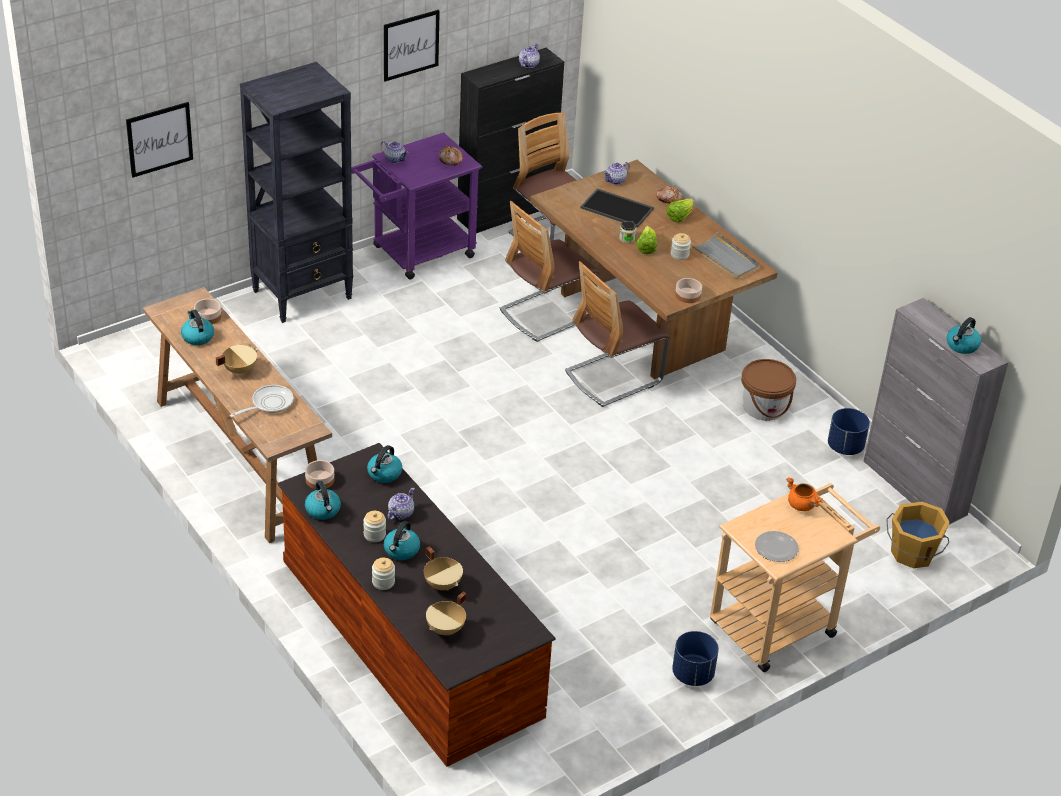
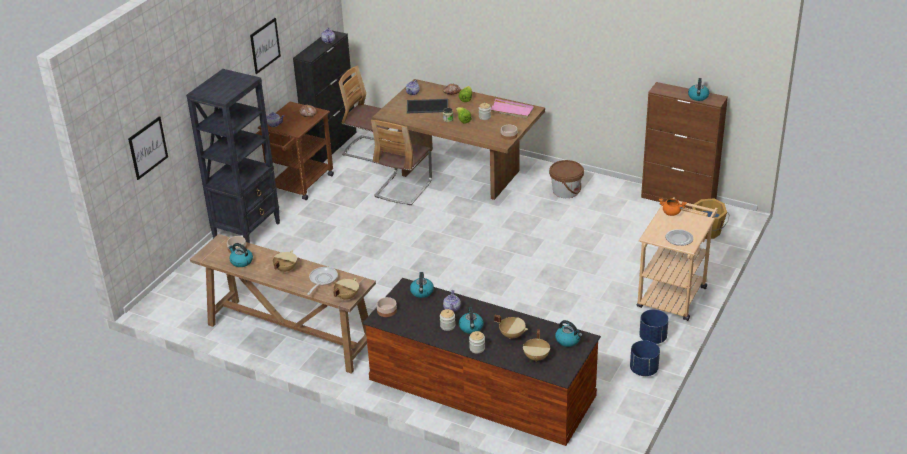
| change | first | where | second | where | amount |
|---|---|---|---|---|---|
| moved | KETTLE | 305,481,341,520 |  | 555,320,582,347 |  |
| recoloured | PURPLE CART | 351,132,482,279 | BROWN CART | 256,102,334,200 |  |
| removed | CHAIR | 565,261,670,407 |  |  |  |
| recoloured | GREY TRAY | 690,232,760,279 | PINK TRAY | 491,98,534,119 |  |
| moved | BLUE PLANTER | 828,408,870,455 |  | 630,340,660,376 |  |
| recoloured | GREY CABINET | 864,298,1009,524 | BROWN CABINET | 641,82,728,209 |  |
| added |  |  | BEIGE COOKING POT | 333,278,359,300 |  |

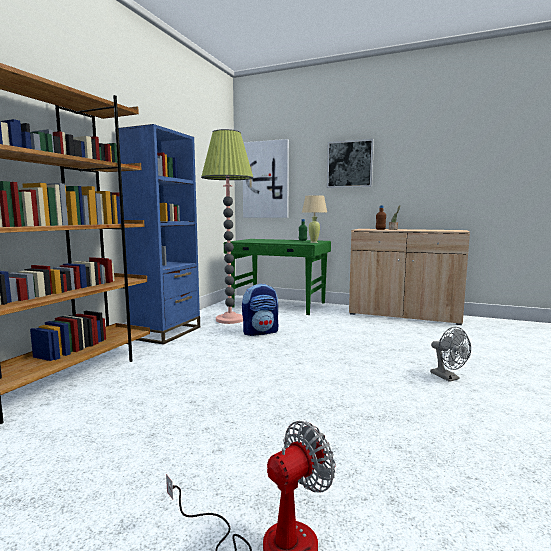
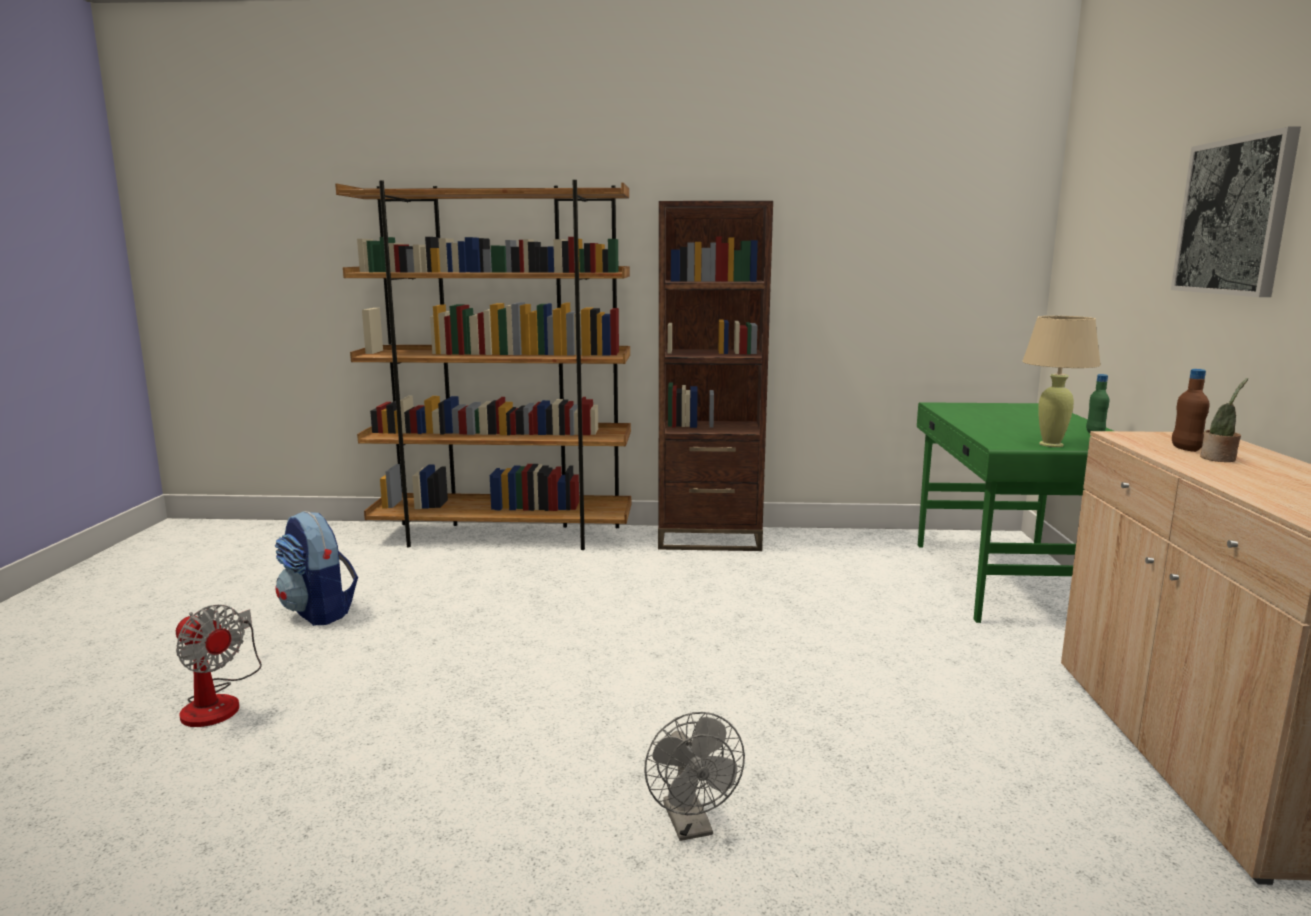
| change | first | where | second | where | amount |
|---|---|---|---|---|---|
| recoloured | BLUE BOOKCASE | 119,124,200,345 | BROWN BOOKCASE | 658,201,773,551 |  |
| removed | FLOOR LAMP | 201,129,253,324 |  |  |  |
| moved | BACKPACK | 242,284,279,336 |  | 275,511,358,626 |  |
| removed | PICTURE | 243,139,289,218 |  |  |  |
| turned | GREY FAN | 430,327,471,382 |  | 644,712,745,841 | 60 degrees counterclockwise |

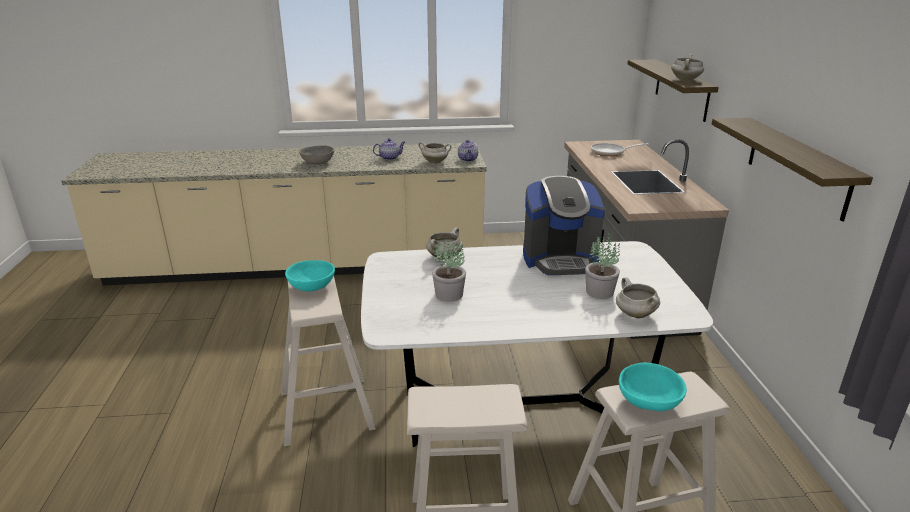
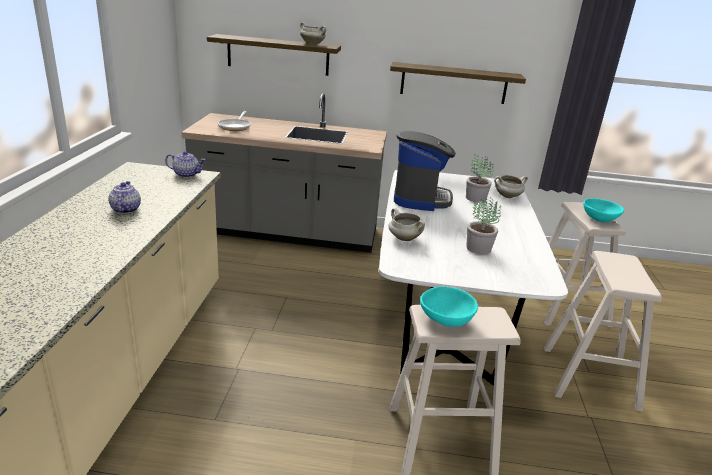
| change | first | where | second | where | amount |
|---|---|---|---|---|---|
| removed | GREY BOWL | 299,145,334,165 |  |  |  |
| removed | WHITE COOKING POT | 418,142,452,164 |  |  |  |

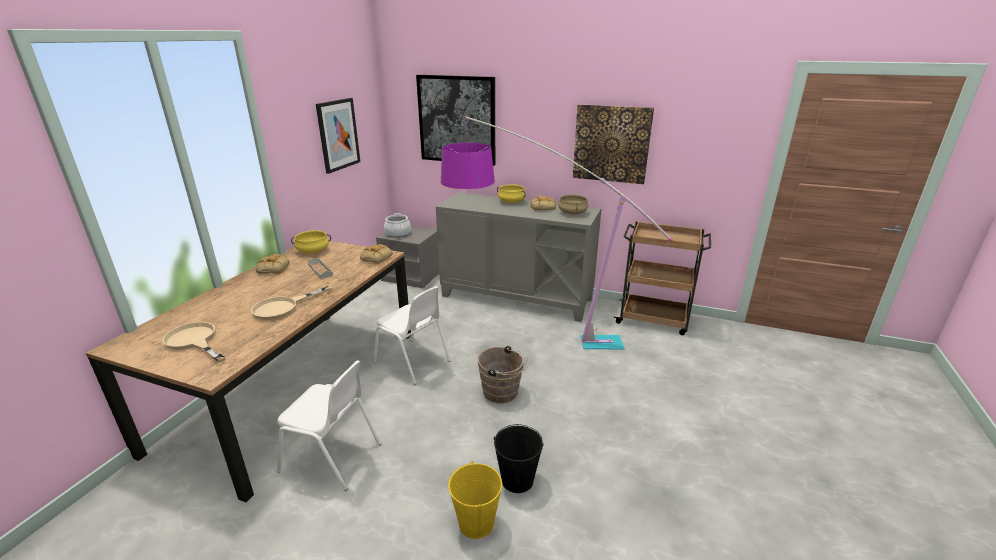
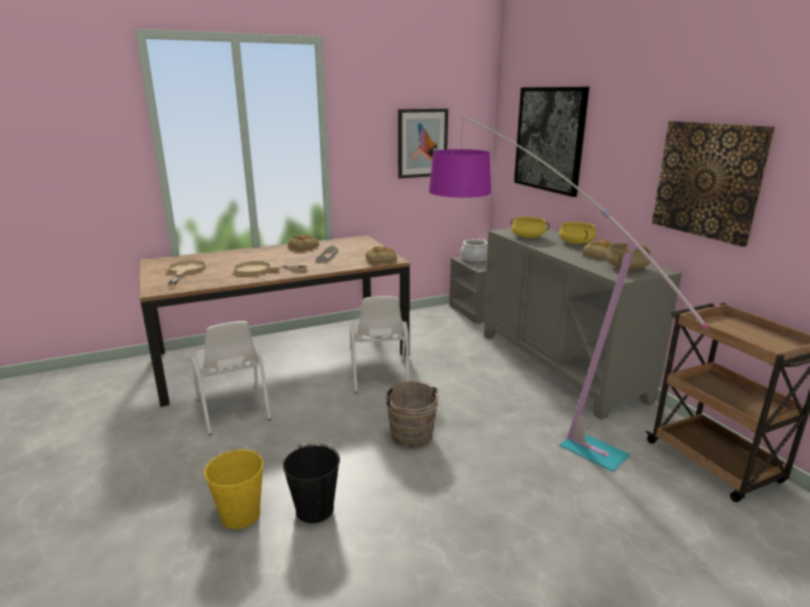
| change | first | where | second | where | amount |
|---|---|---|---|---|---|
| moved | YELLOW COOKING POT | 291,230,331,253 |  | 511,217,550,238 |  |

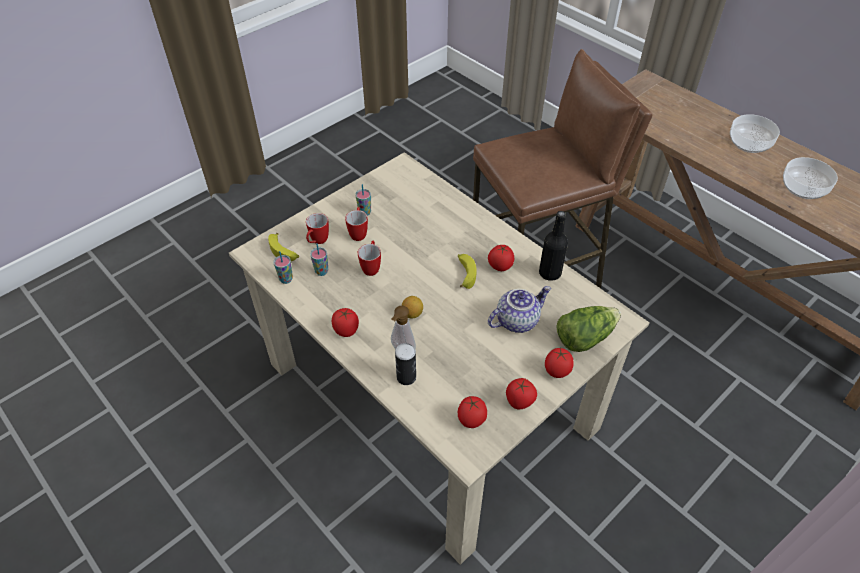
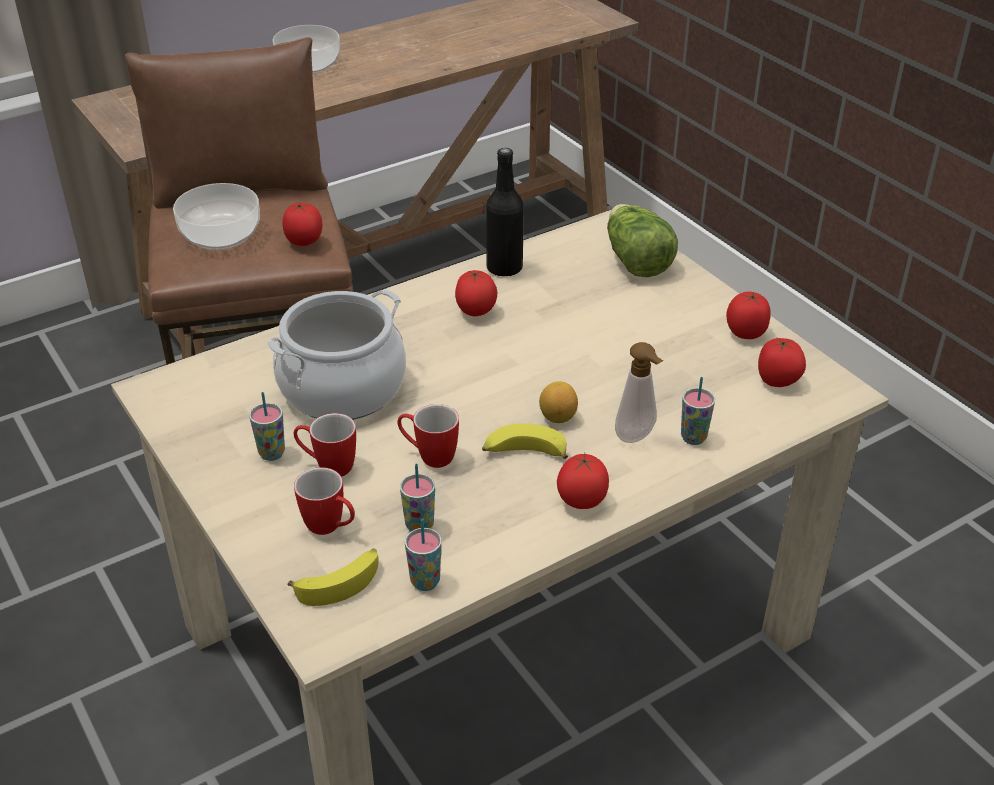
| change | first | where | second | where | amount |
|---|---|---|---|---|---|
| replaced | CAN | 395,343,416,385 | CUP | 681,377,715,445 |  |
| moved | BANANA | 458,254,477,289 |  | 482,423,568,459 |  |
| removed | TEAPOT | 488,286,551,333 |  |  |  |
| moved | TOMATO | 545,348,574,378 |  | 282,202,322,246 |  |
| moved | BOWL | 783,157,838,199 |  | 173,183,260,250 |  |
| added |  |  | COOKING POT | 268,289,406,420 |  |

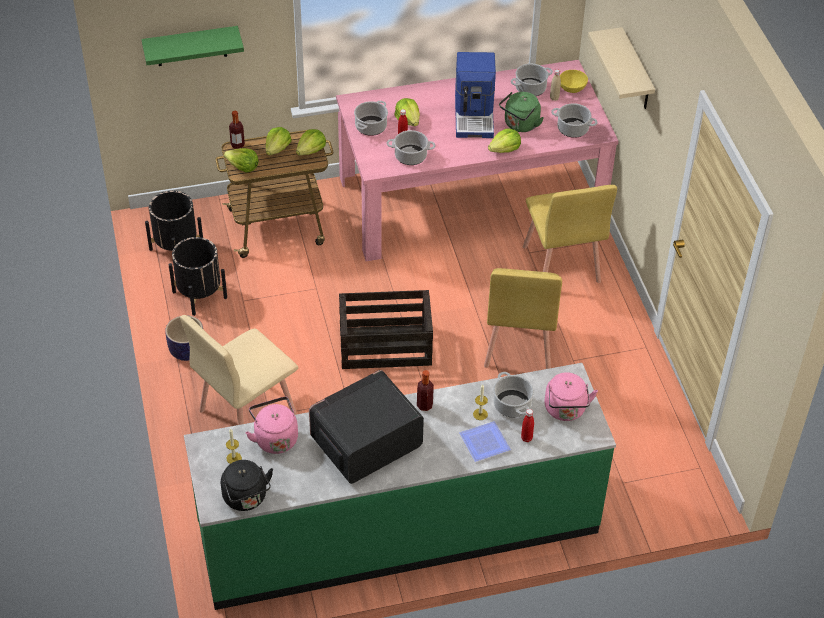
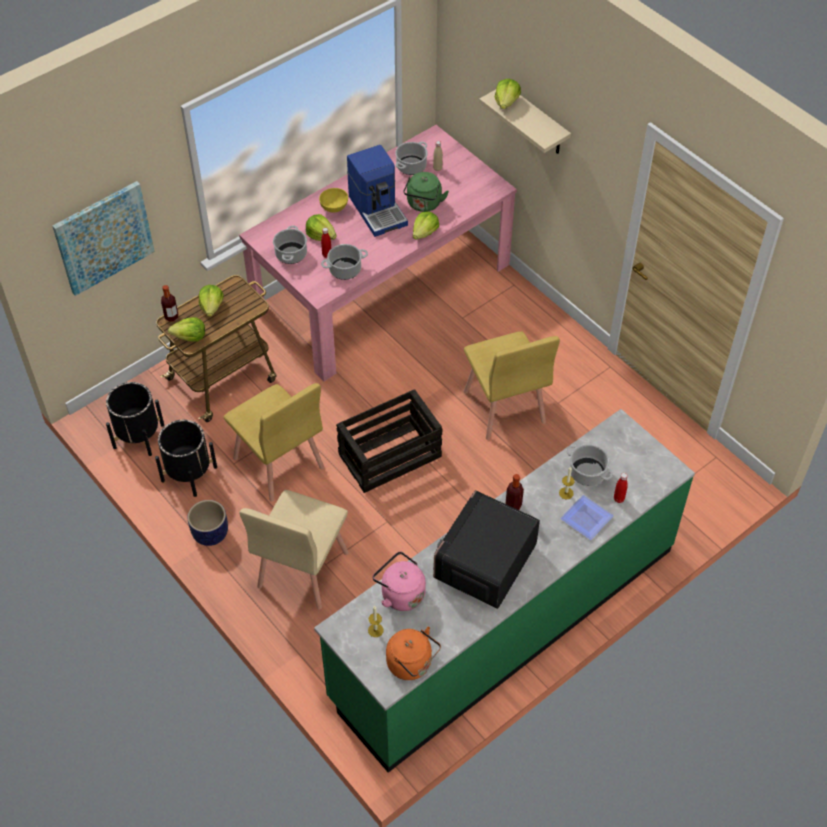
| change | first | where | second | where | amount |
|---|---|---|---|---|---|
| replaced | GREEN SHELF | 141,26,244,66 | PICTURE | 52,181,155,296 |  |
| recoloured | BLACK KETTLE | 221,460,273,511 | ORANGE KETTLE | 386,626,441,680 |  |
| moved | LETTUCE | 296,129,326,156 |  | 495,79,521,109 |  |
| moved | YELLOW CHAIR | 523,185,617,283 |  | 223,383,324,502 |  |
| removed | PINK KETTLE | 544,372,598,421 |  |  |  |
| removed | COOKING POT | 551,103,598,138 |  |  |  |
| moved | YELLOW BOWL | 560,70,588,93 |  | 319,188,348,213 |  |

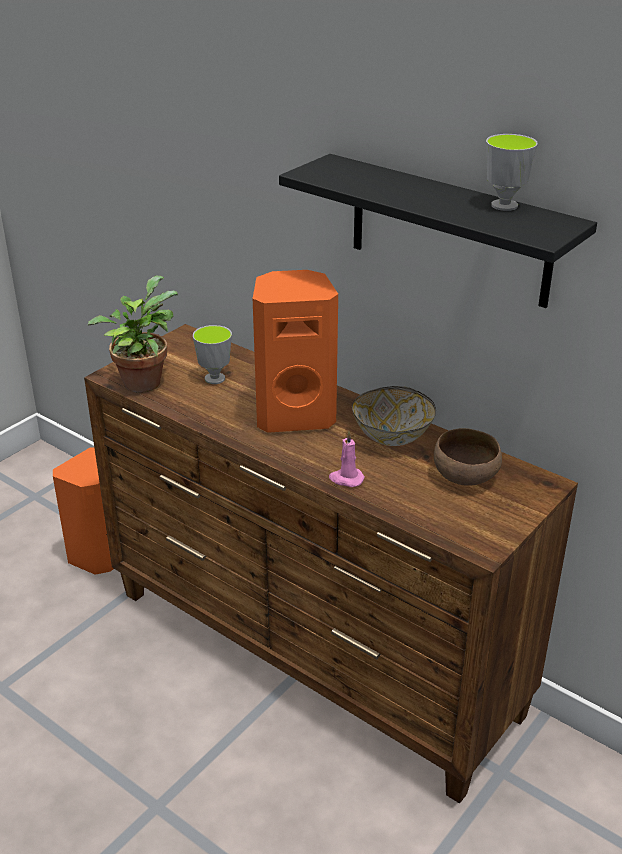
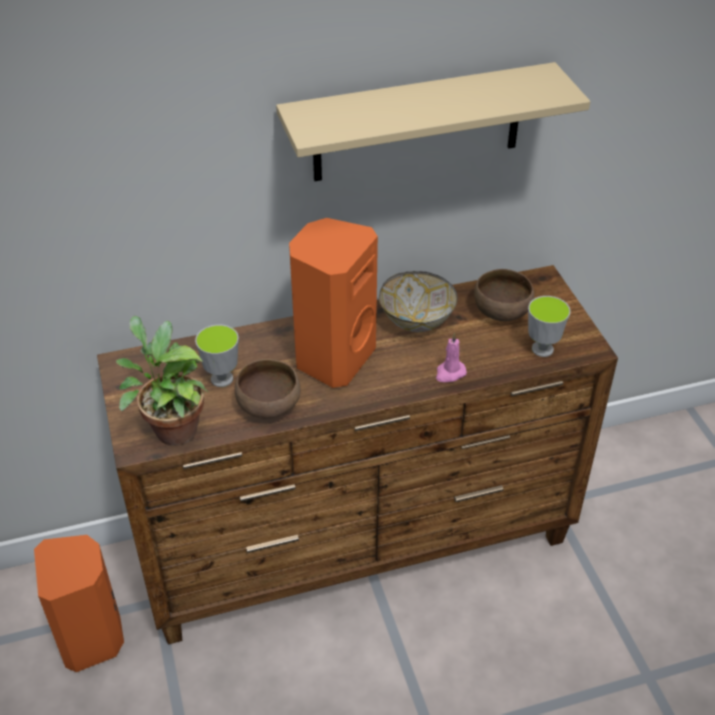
| change | first | where | second | where | amount |
|---|---|---|---|---|---|
| recoloured | BLACK SHELF | 279,154,597,308 | BEIGE SHELF | 276,62,590,181 |  |
| moved | CUP | 486,134,538,211 |  | 528,296,571,357 |  |
| added |  |  | BROWN BOWL | 235,359,301,419 |  |

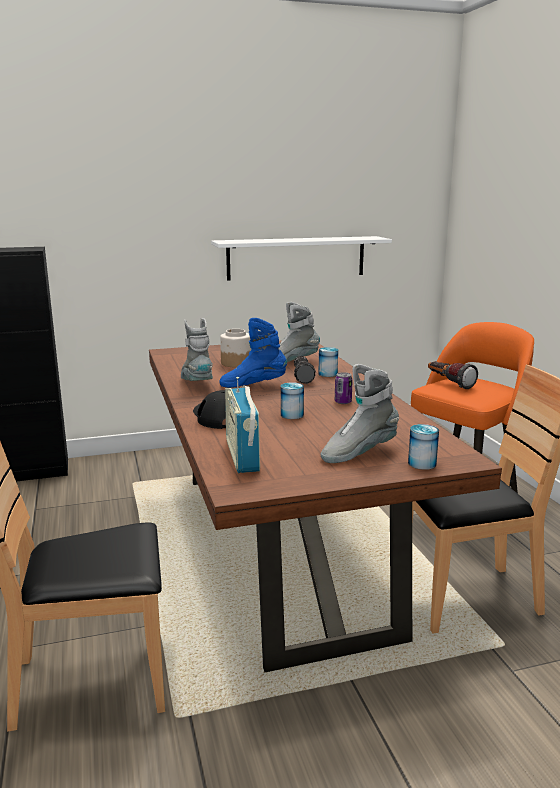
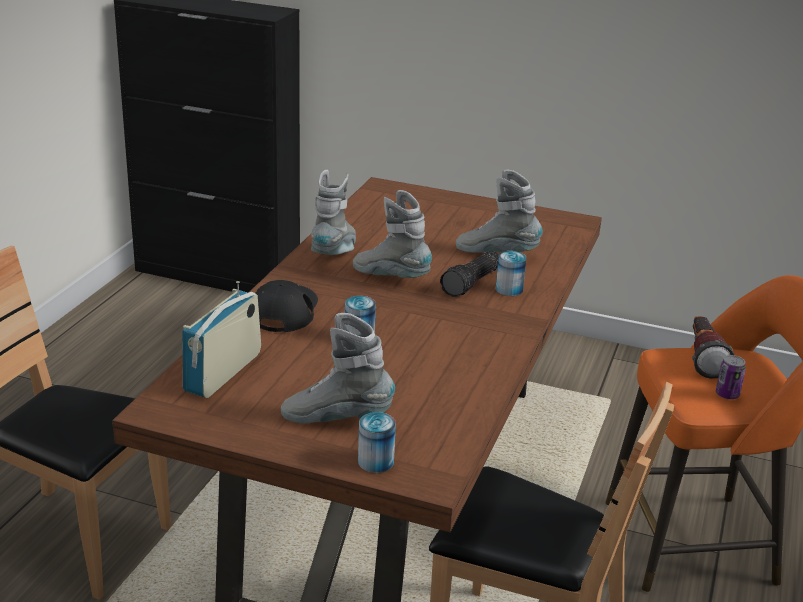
| change | first | where | second | where | amount |
|---|---|---|---|---|---|
| removed | WHITE SHELF | 211,236,392,281 |  |  |  |
| recoloured | BLUE BOOT | 219,318,287,388 | GREY BOOT | 353,190,432,278 |  |
| removed | JAR | 220,329,252,367 |  |  |  |
| moved | CAN | 335,372,353,404 |  | 716,355,746,399 |  |

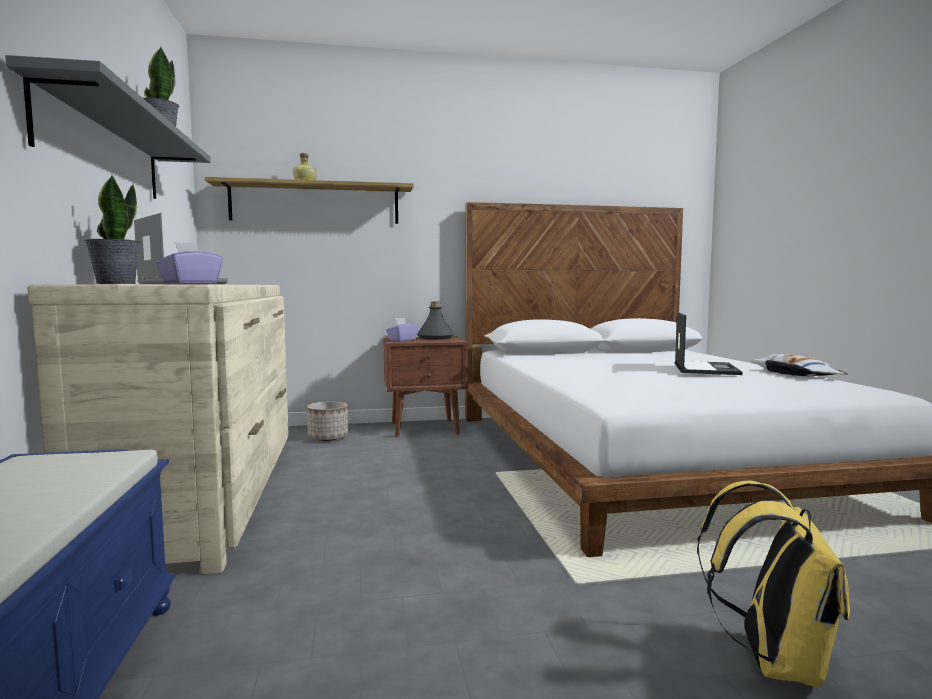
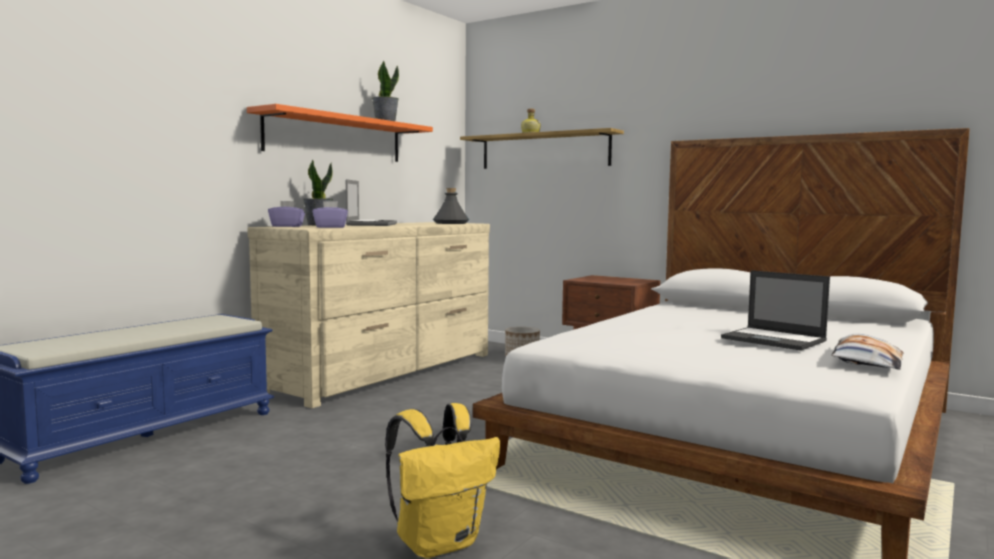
| change | first | where | second | where | amount |
|---|---|---|---|---|---|
| recoloured | GREY SHELF | 5,55,211,199 | ORANGE SHELF | 247,104,433,162 |  |
| moved | PURPLE TISSUE BOX | 386,317,418,342 |  | 268,201,305,227 |  |
| moved | GREY BOTTLE | 417,302,454,340 |  | 433,188,469,224 |  |
| turned | LAPTOP | 675,312,743,375 |  | 721,270,830,350 | 75 degrees clockwise |

